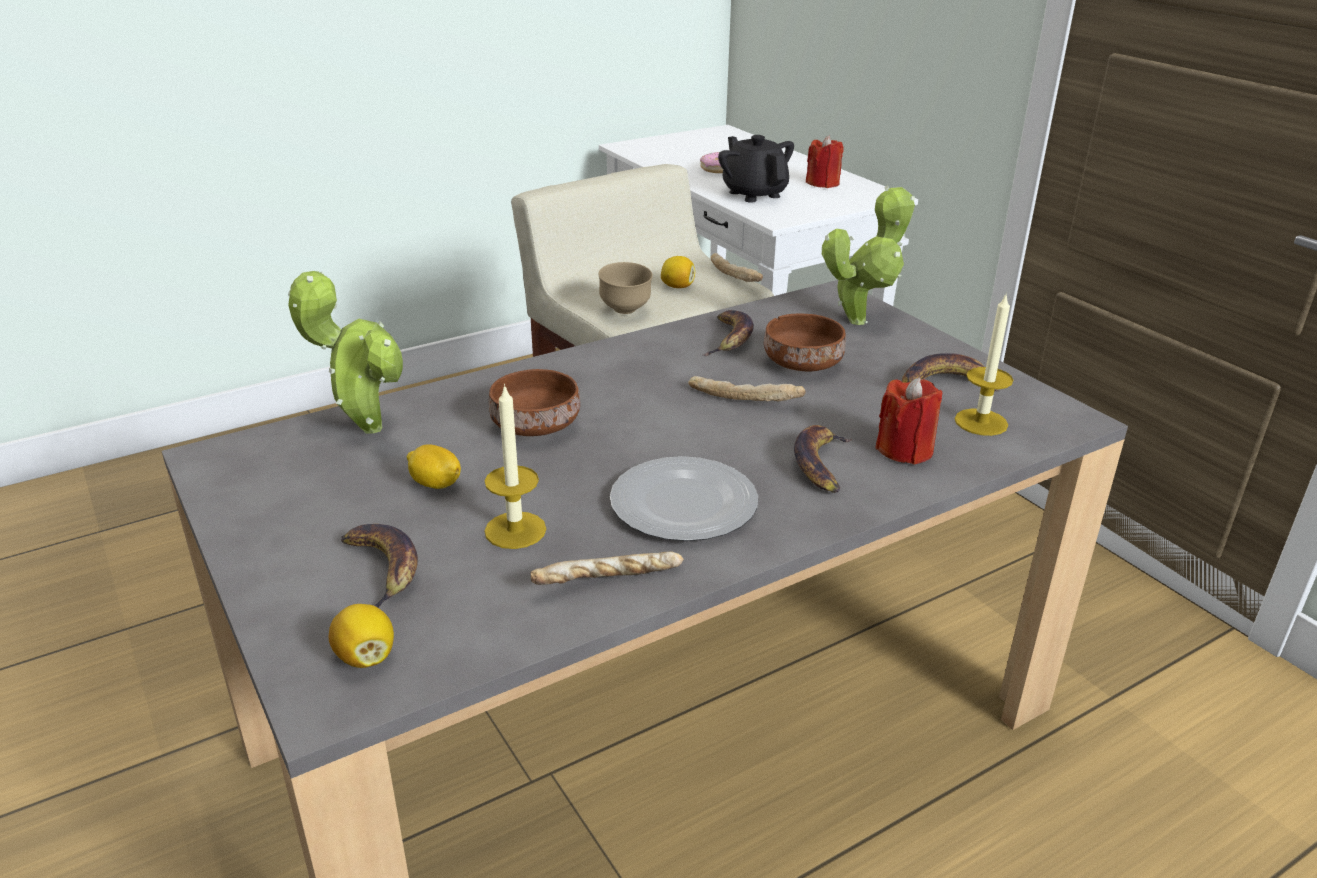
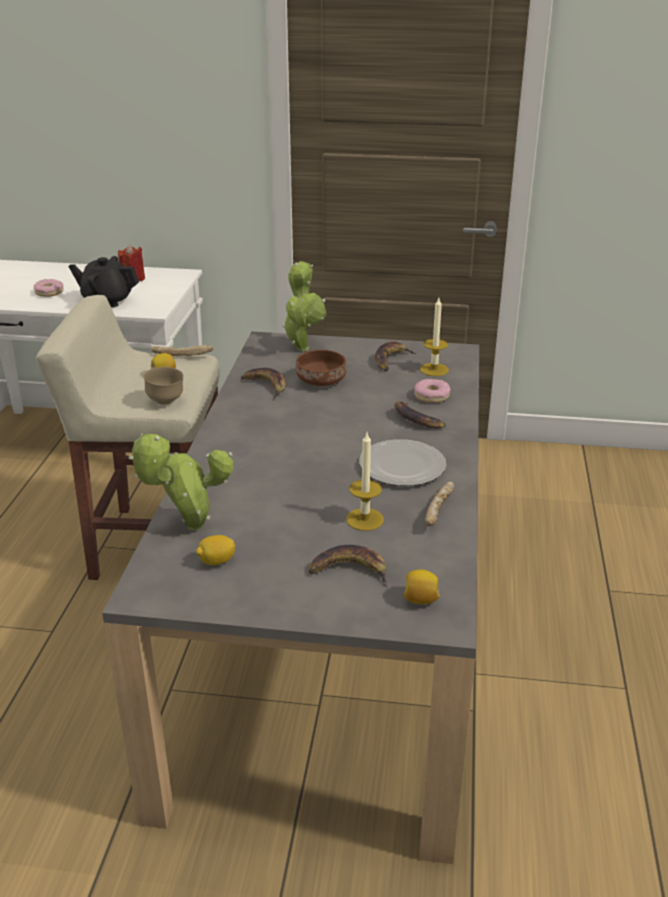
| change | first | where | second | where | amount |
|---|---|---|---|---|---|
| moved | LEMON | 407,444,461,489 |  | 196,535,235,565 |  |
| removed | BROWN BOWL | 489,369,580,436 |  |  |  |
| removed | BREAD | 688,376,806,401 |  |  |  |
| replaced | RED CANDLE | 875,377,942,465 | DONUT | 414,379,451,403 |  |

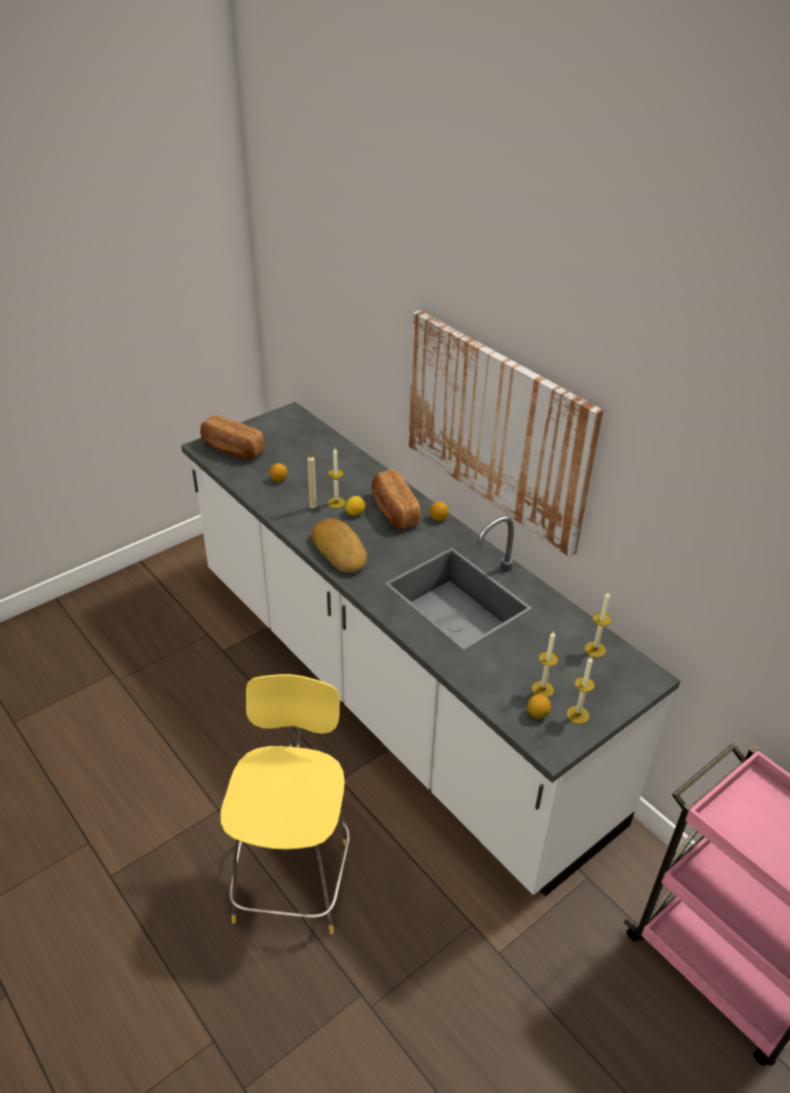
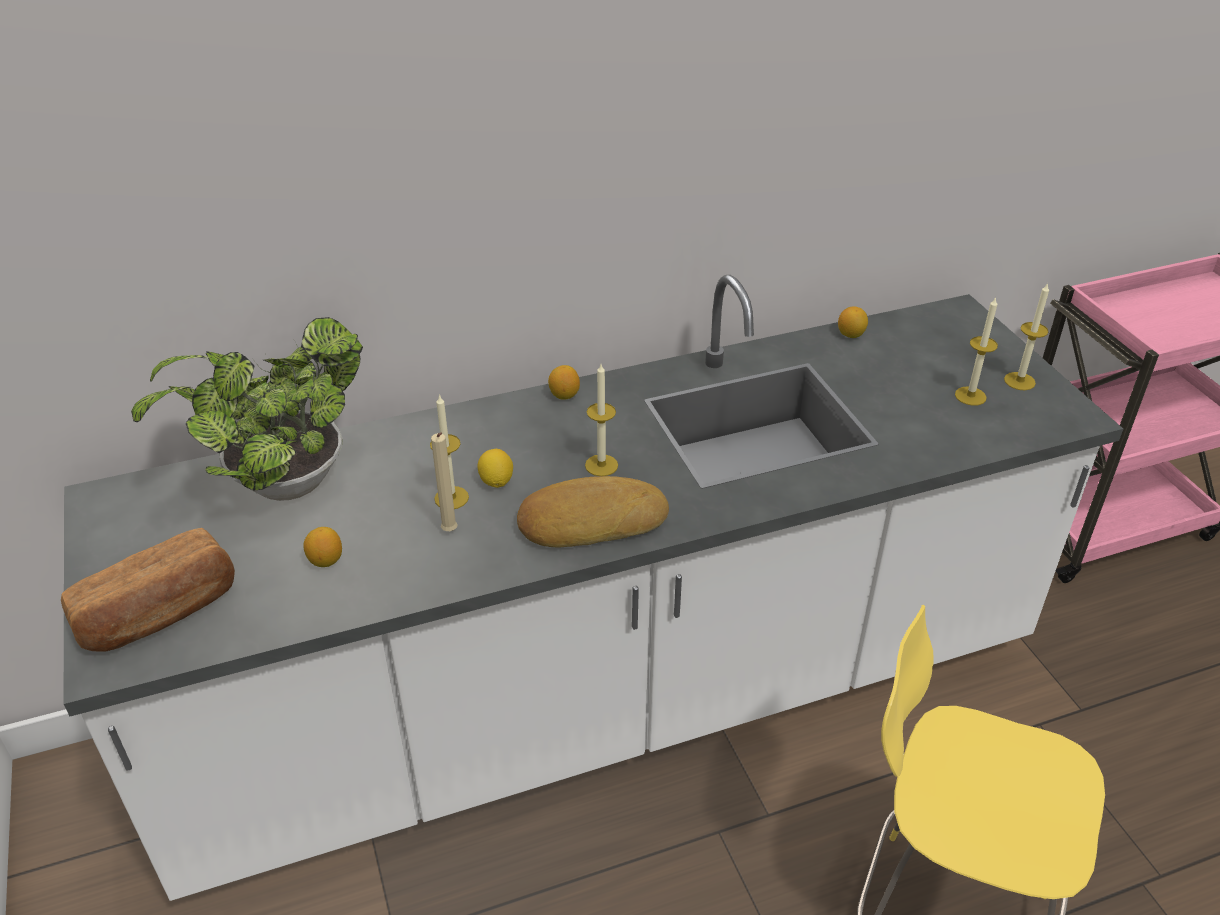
| change | first | where | second | where | amount |
|---|---|---|---|---|---|
| removed | BREAD | 372,469,421,529 |  |  |  |
| removed | PICTURE | 409,310,603,557 |  |  |  |
| moved | LEMON | 528,694,551,719 |  | 838,306,868,338 |  |
| moved | CANDLE | 585,591,612,657 |  | 585,364,618,476 |  |
| added |  |  | POTTED PLANT | 131,317,363,501 |  |

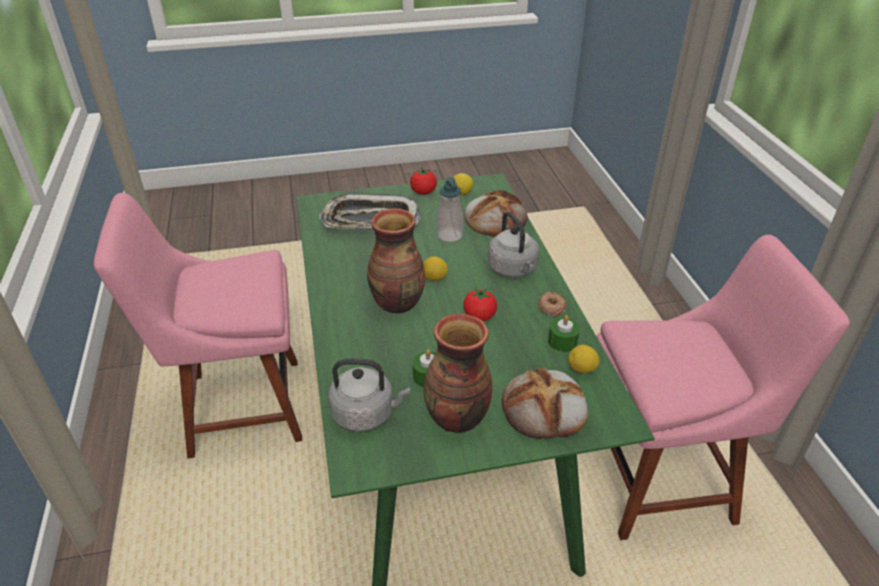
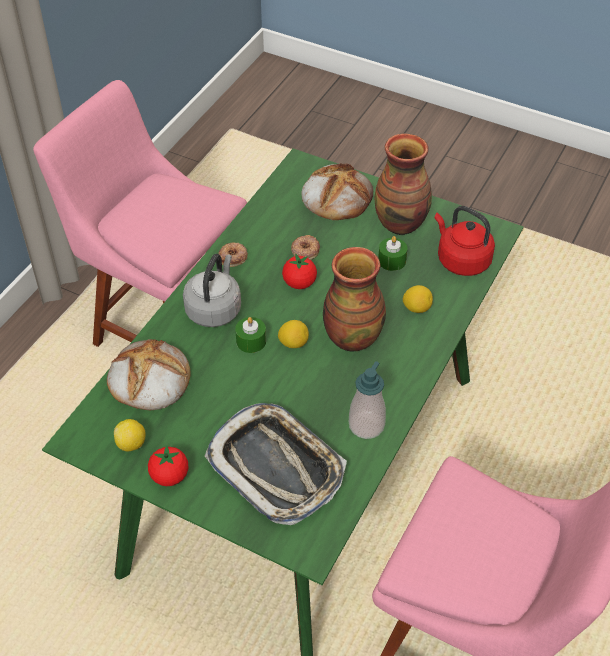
| change | first | where | second | where | amount |
|---|---|---|---|---|---|
| recoloured | GREY KETTLE | 328,359,410,432 | RED KETTLE | 435,206,495,276 |  |
| moved | SOAP DISPENSER | 437,177,464,242 |  | 349,361,386,439 |  |
| moved | GREEN CANDLE | 548,315,580,352 |  | 235,317,266,353 |  |
| moved | LEMON | 568,345,600,373 |  | 403,285,433,313 |  |
| added |  |  | DONUT | 291,235,320,260 |  |

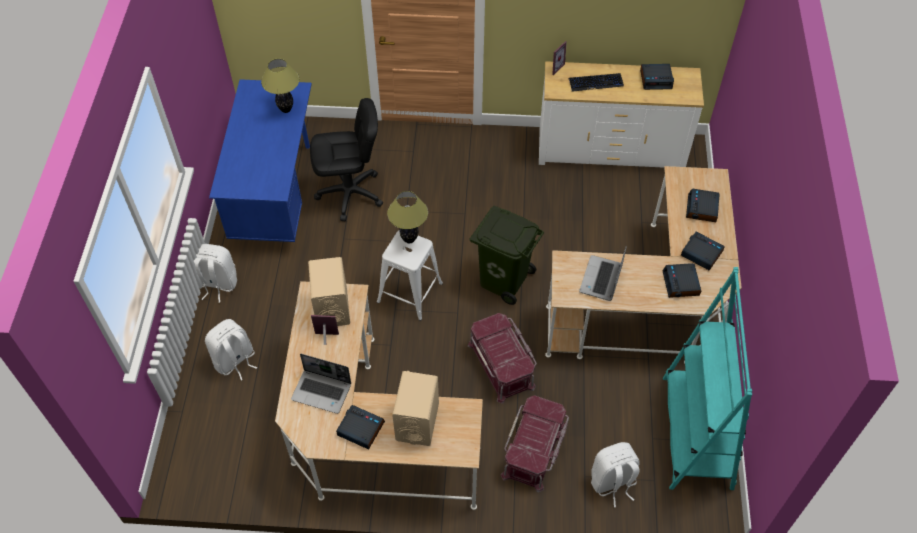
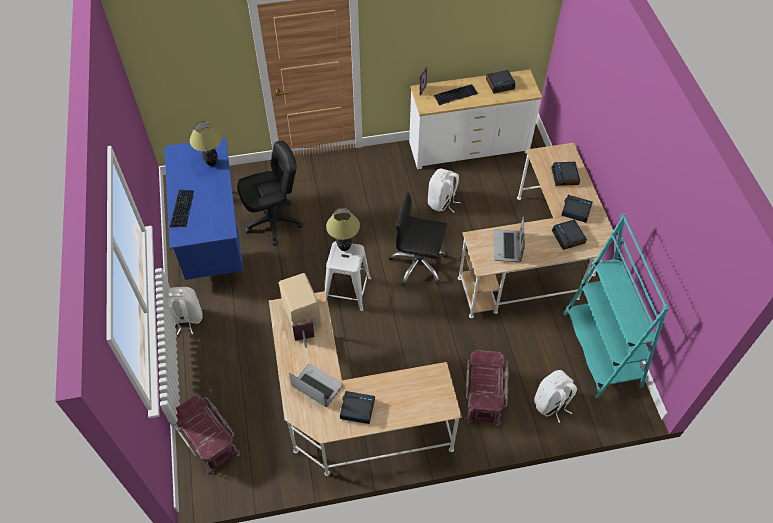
| change | first | where | second | where | amount |
|---|---|---|---|---|---|
| moved | WHITE BACKPACK | 205,319,257,381 |  | 428,168,461,212 |  |
| turned | LAPTOP | 291,354,351,414 |  | 289,364,343,407 | 150 degrees counterclockwise |
| removed | BEIGE SPEAKER | 392,371,439,446 |  |  |  |
| moved | RED STORAGE BOX | 468,313,537,404 |  | 173,395,240,475 |  |
| replaced | GREEN TRASH CAN | 470,205,544,305 | BLACK OFFICE CHAIR | 389,192,448,287 |  |
| added |  |  | KEYBOARD | 170,190,194,227 |  |

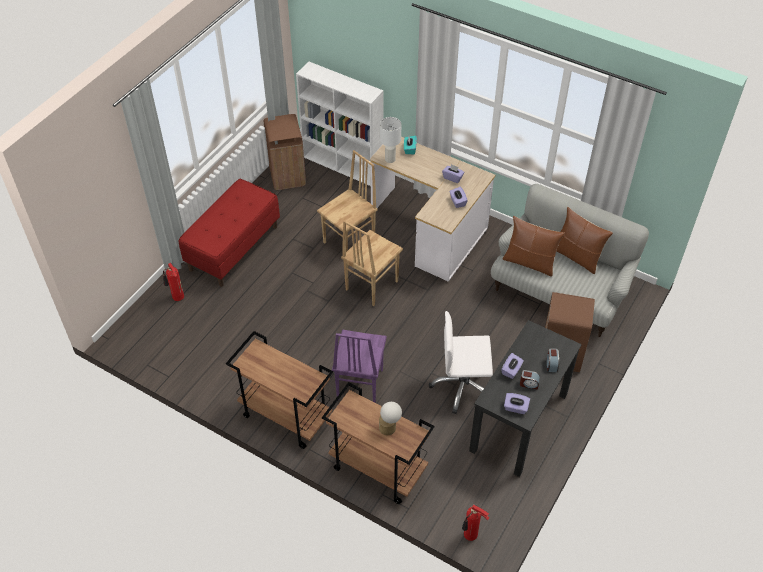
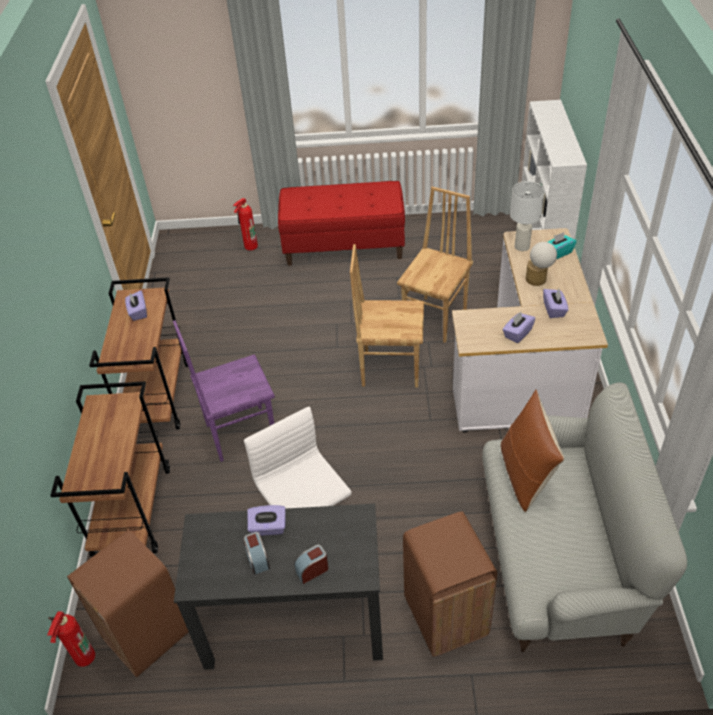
| change | first | where | second | where | amount |
|---|---|---|---|---|---|
| moved | BROWN TRASH CAN | 264,114,306,190 |  | 67,529,188,677 |  |
| turned | BROWN CHAIR | 317,150,377,252 |  | 397,187,473,343 | 75 degrees counterclockwise |
| moved | TABLE LAMP | 379,402,402,435 |  | 526,242,557,286 |  |
| moved | PURPLE TISSUE BOX | 504,393,530,414 |  | 125,290,147,321 |  |
| removed | BROWN PILLOW | 556,207,613,274 |  |  |  |

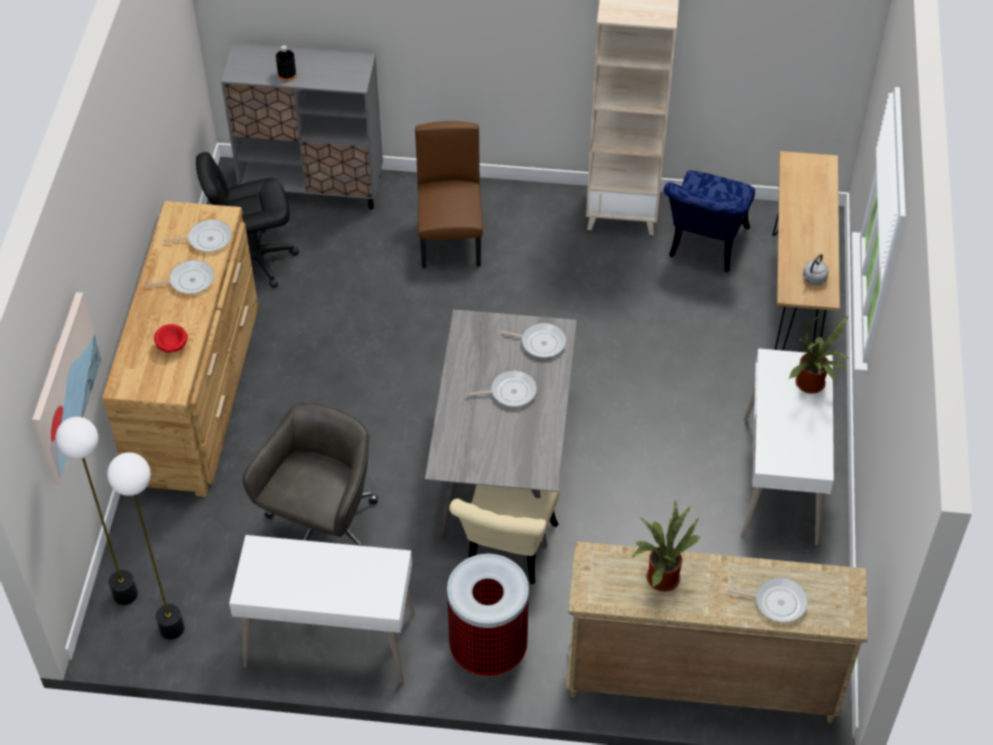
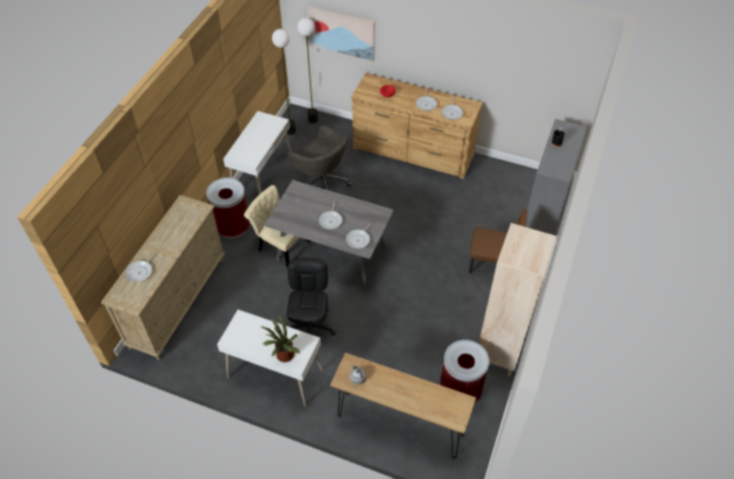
| change | first | where | second | where | amount |
|---|---|---|---|---|---|
| moved | BLACK OFFICE CHAIR | 196,152,299,288 |  | 287,258,336,336 |  |
| removed | POTTED PLANT | 631,501,700,592 |  |  |  |
| replaced | BLUE CHAIR | 664,170,755,272 | TRASH CAN | 440,340,489,402 |  |

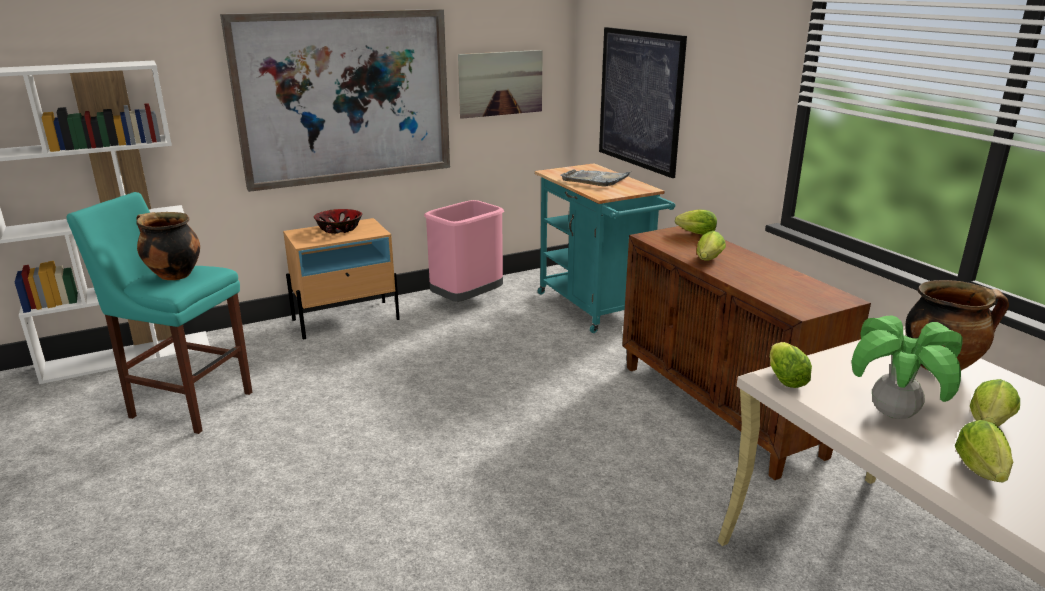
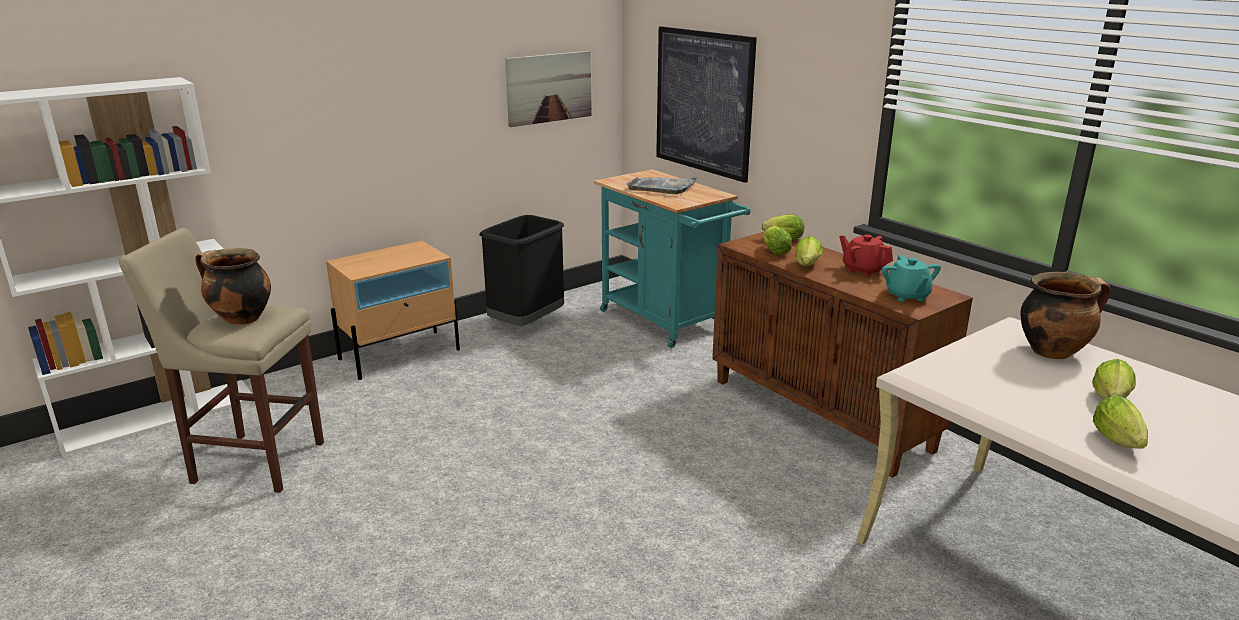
| change | first | where | second | where | amount |
|---|---|---|---|---|---|
| recoloured | TURQUOISE STOOL | 67,192,252,434 | BEIGE STOOL | 119,228,324,493 |  |
| removed | PICTURE | 220,9,450,192 |  |  |  |
| removed | BOWL | 314,209,363,234 |  |  |  |
| recoloured | PINK TRASH CAN | 424,200,504,302 | BLACK TRASH CAN | 479,215,564,326 |  |
| moved | LETTUCE | 770,342,812,388 |  | 764,226,792,255 |  |
| removed | POTTED PLANT | 851,315,963,419 |  |  |  |
| added |  |  | RED TEAPOT | 839,235,893,277 |  |
| added |  |  | TURQUOISE TEAPOT | 882,255,941,302 |  |

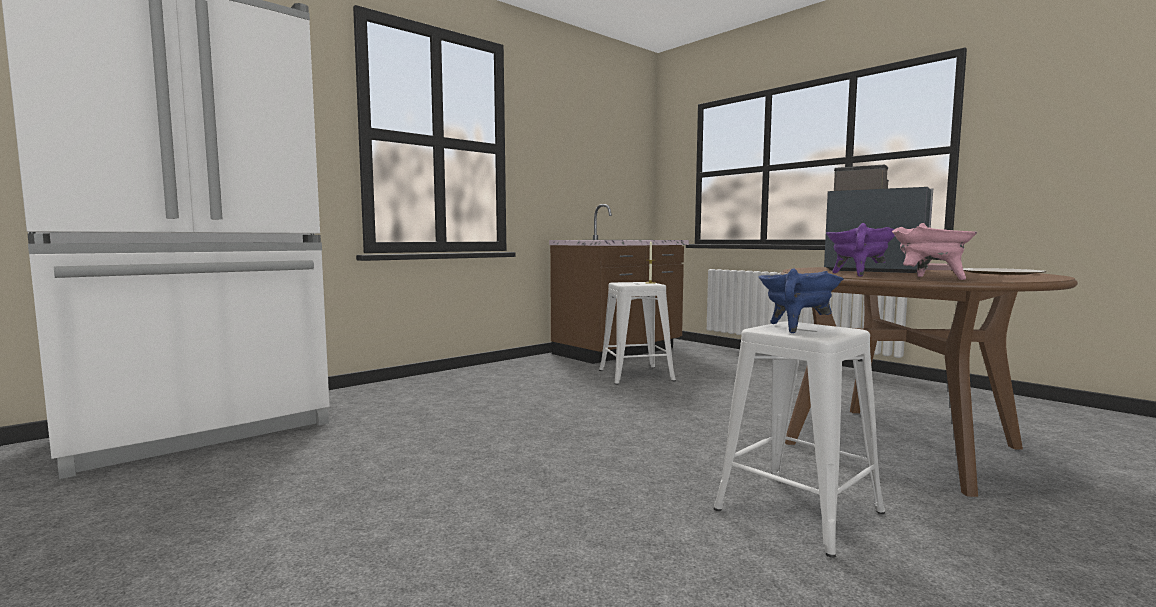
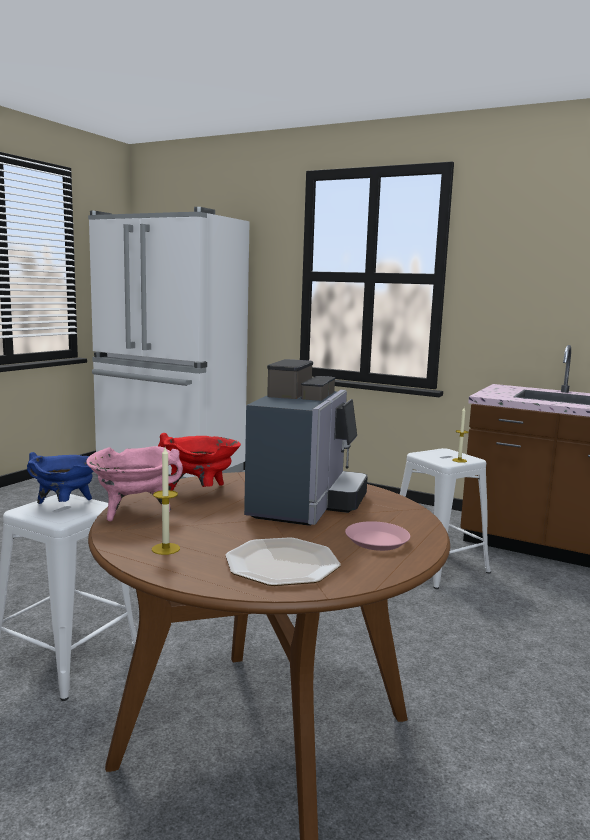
| change | first | where | second | where | amount |
|---|---|---|---|---|---|
| recoloured | PURPLE COOKING POT | 826,223,895,276 | RED COOKING POT | 158,433,241,490 |  |
| added |  |  | CANDLE | 152,448,180,555 |  |

